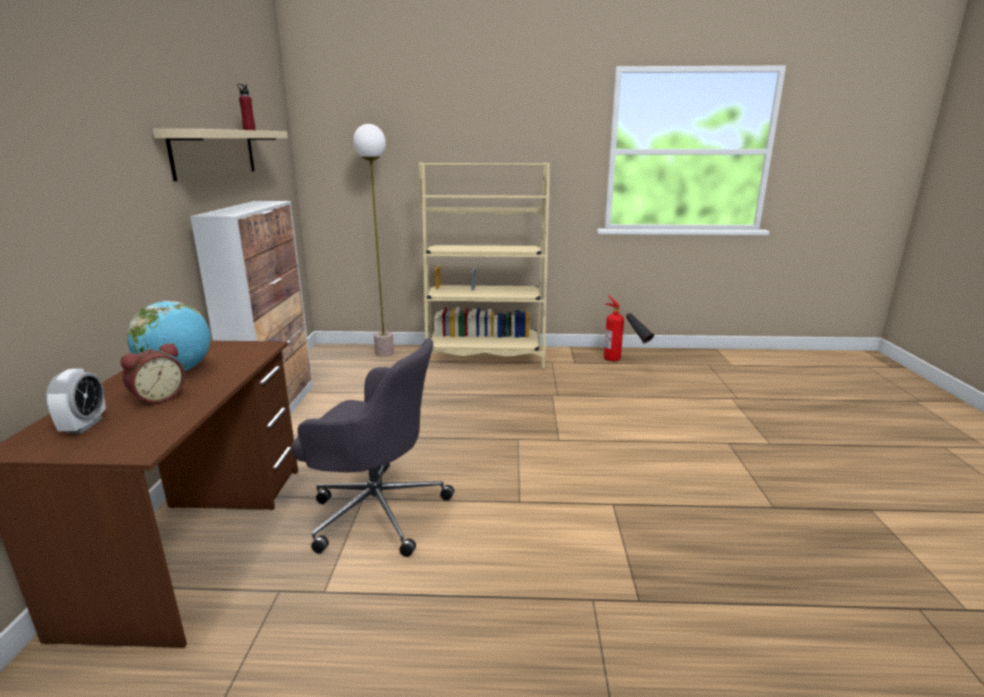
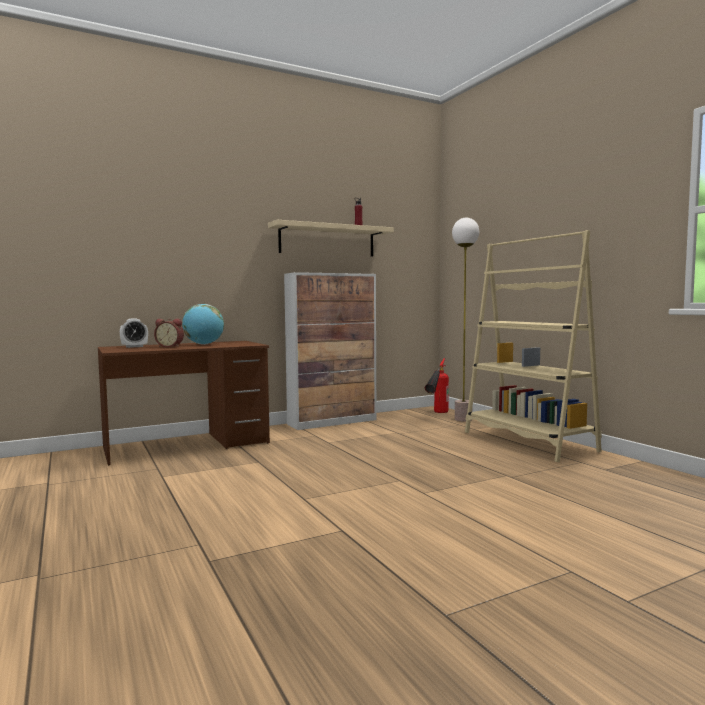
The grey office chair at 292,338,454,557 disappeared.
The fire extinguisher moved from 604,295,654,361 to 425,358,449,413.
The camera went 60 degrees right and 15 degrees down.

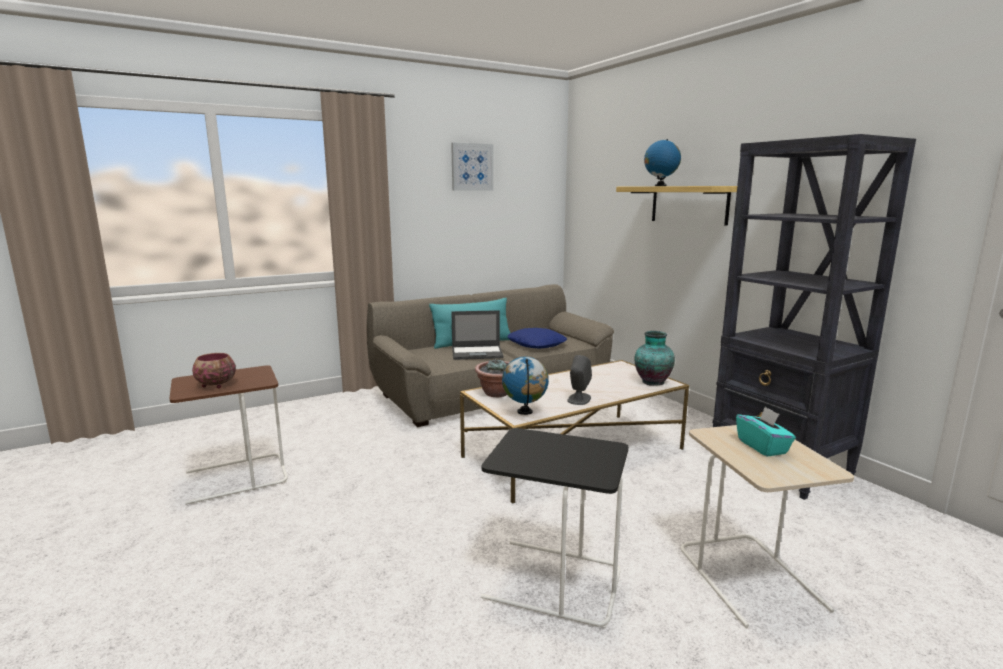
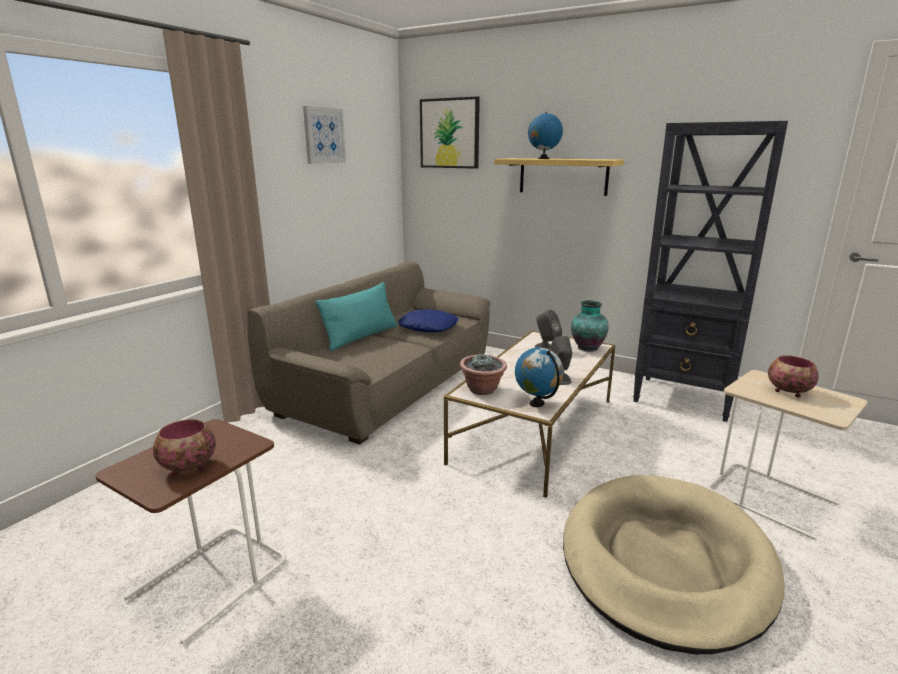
The laptop at 451,310,504,360 disappeared.
The black side table at 481,428,628,628 was replaced by the beige dog bed at 563,475,785,654.
The turquoise tissue box at 736,406,796,457 was replaced by the bowl at 768,355,819,397.
The picture at 420,96,480,169 appeared.
The grey speaker at 535,310,562,350 appeared.
The camera went 30 degrees left and 5 degrees up.

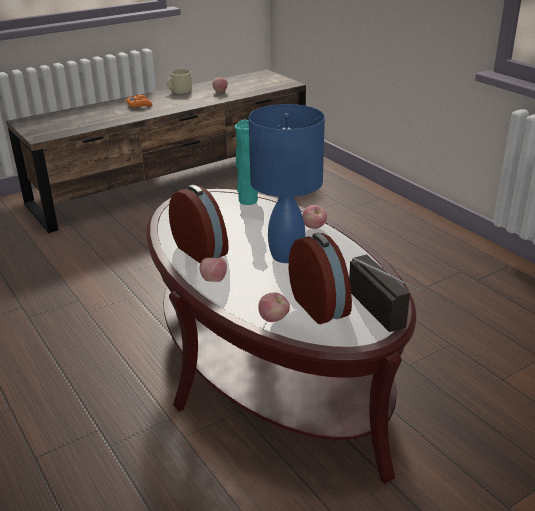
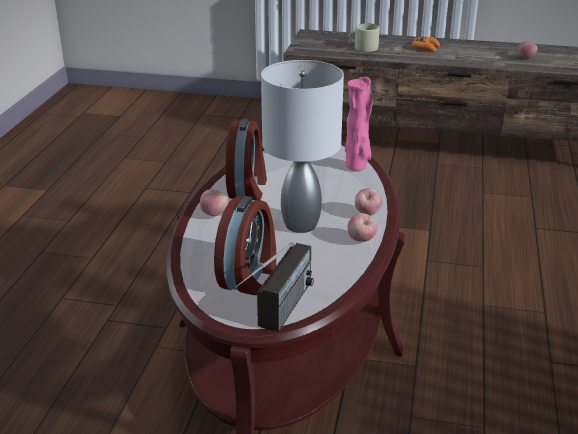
The beige mug moved from 167,69,192,93 to 349,23,380,52.
The turquoise vase at 235,119,258,205 became the pink vase at 345,77,373,171.
The blue table lamp at 249,104,325,263 became the grey table lamp at 261,60,344,233.
The apple moved from 258,292,290,322 to 347,213,377,242.
The camera went 45 degrees right and 0 degrees up.

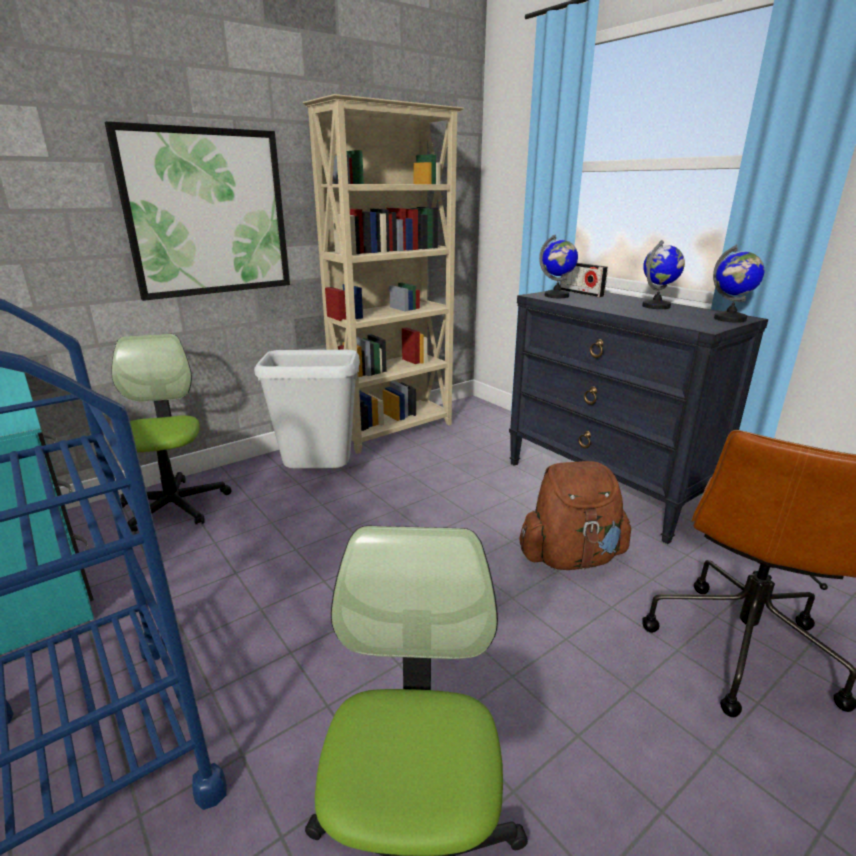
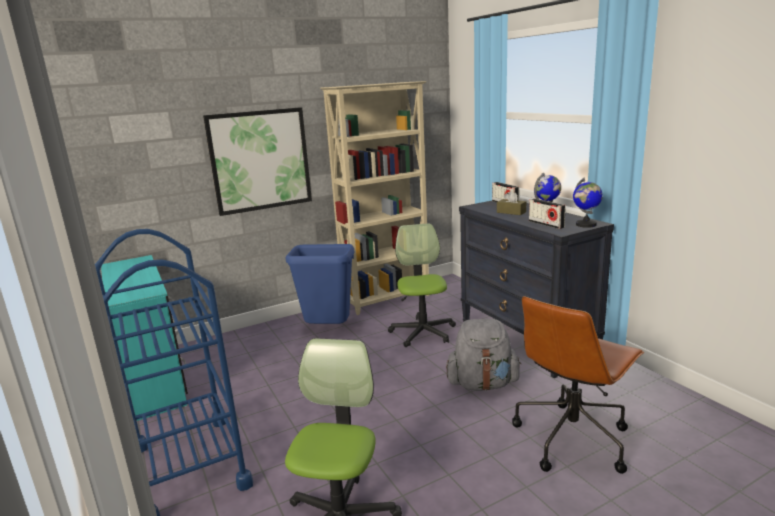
The office chair moved from 112,334,232,532 to 388,223,456,347.
The grey trash can at 254,350,360,469 became the blue trash can at 285,244,355,324.
The brown backpack at 519,461,631,570 became the grey backpack at 446,319,522,391.
The globe at 539,235,578,298 disappeared.
The brown tissue box at 497,191,526,215 appeared.
The radio at 529,199,566,229 appeared.
The camera went 10 degrees right and 5 degrees down.

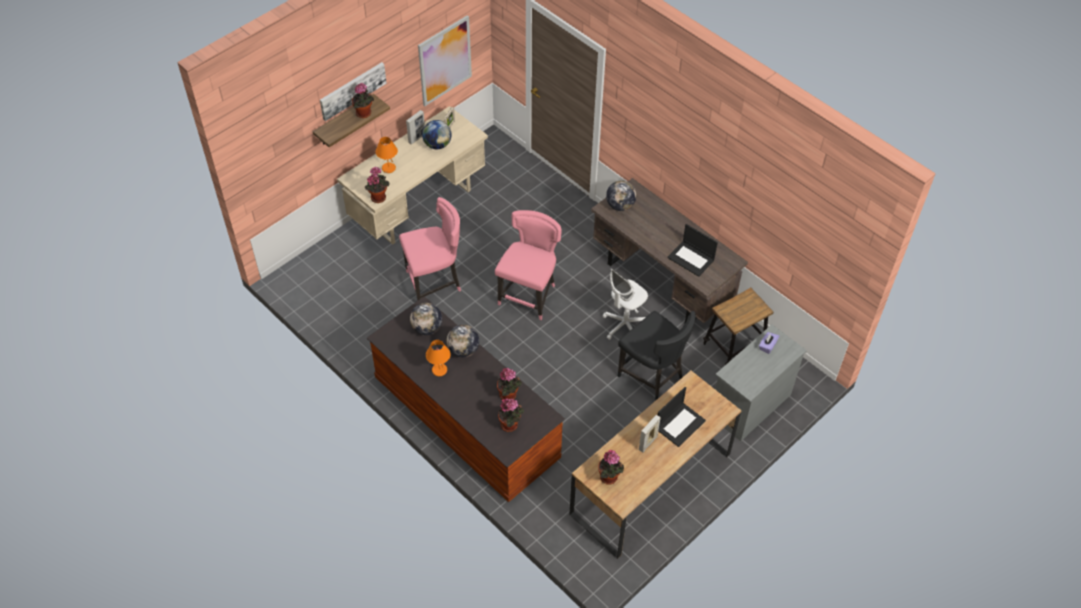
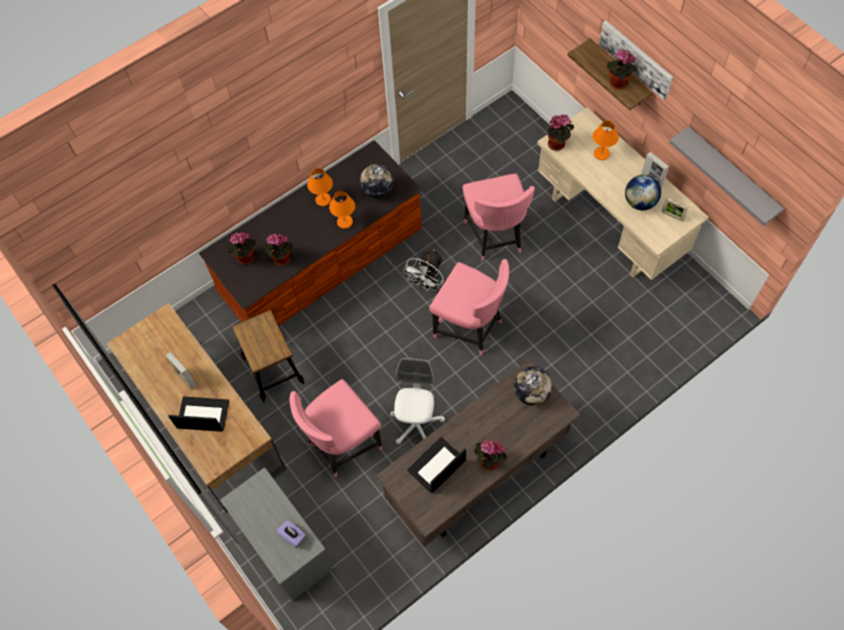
The picture at 418,15,472,106 was replaced by the grey shelf at 669,126,784,226.
The globe at 447,325,479,358 was replaced by the orange table lamp at 329,191,355,229.
The potted plant moved from 598,450,624,484 to 474,441,507,470.
The white office chair at 603,268,648,340 turned 45 degrees clockwise.
The black chair at 618,311,696,400 became the pink chair at 289,379,382,478.
The laptop at 658,387,706,447 turned 135 degrees clockwise.
The stool moved from 703,288,773,365 to 232,310,304,402.
The white fan at 403,250,444,293 appeared.
The camera went 100 degrees right and 10 degrees up.

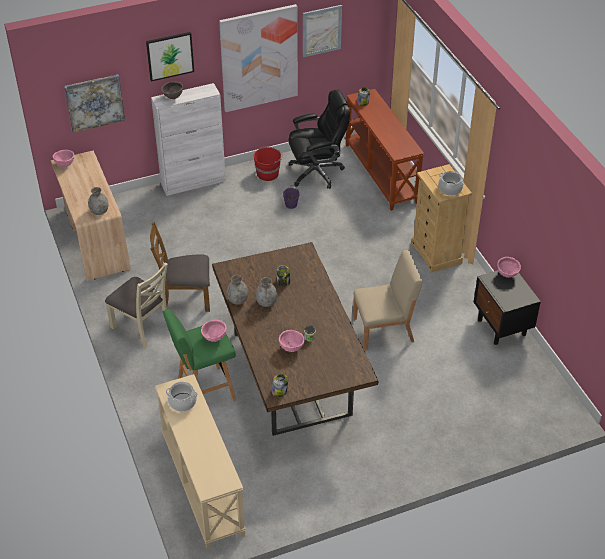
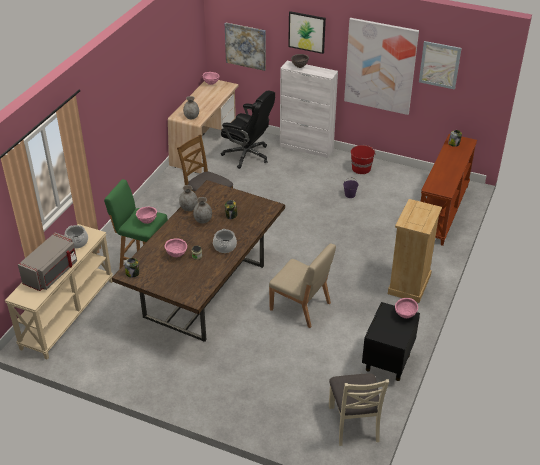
The beige chair moved from 105,262,168,348 to 329,373,389,446.
The black office chair moved from 289,90,350,189 to 221,90,275,169.
The cooking pot moved from 438,171,464,196 to 213,229,237,253.
The grey microwave at 18,232,77,291 appeared.
The camera went 45 degrees right and 5 degrees down.

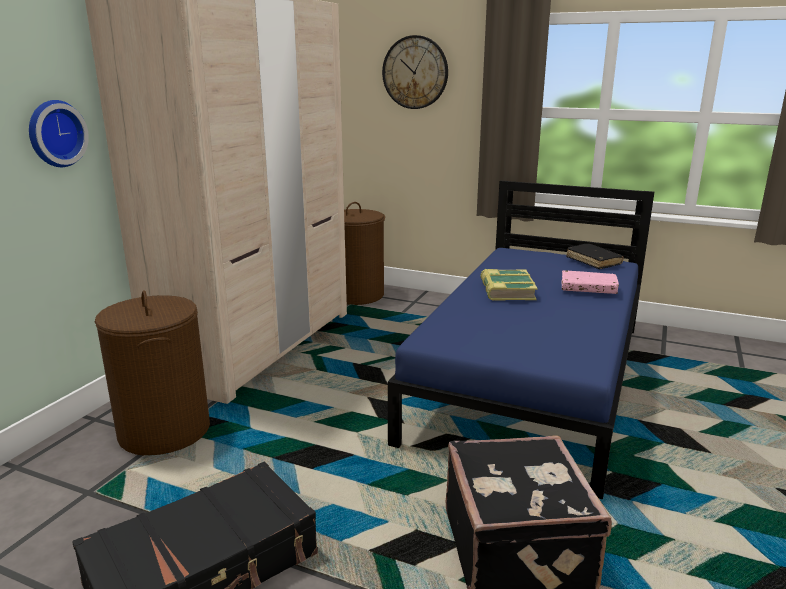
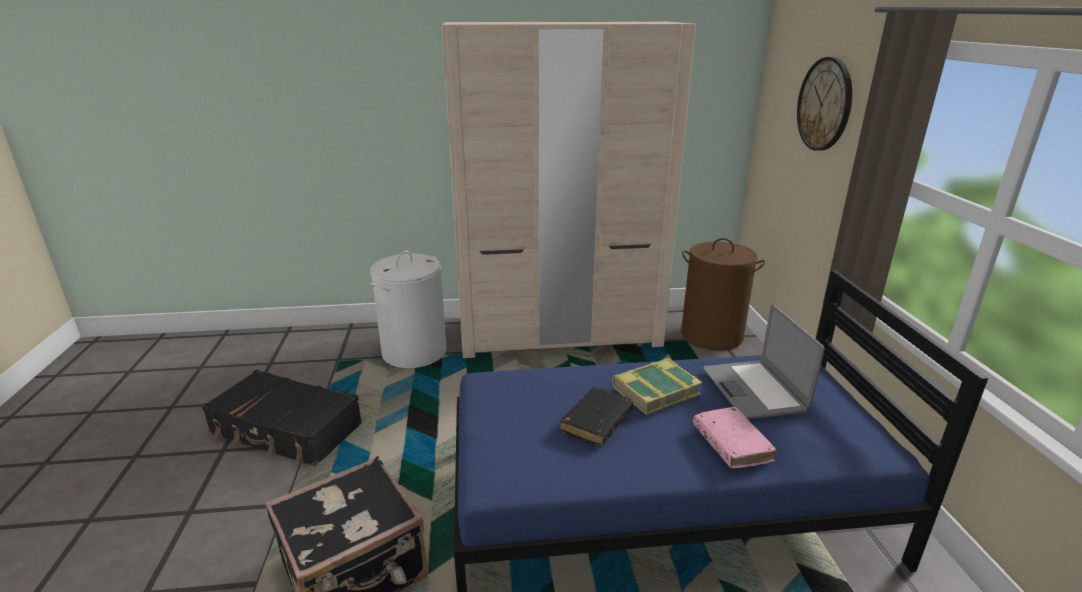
The wall clock at 29,100,89,167 disappeared.
The brown laundry basket at 95,291,210,456 became the white laundry basket at 370,251,447,368.
The black book moved from 566,244,624,269 to 560,387,634,446.
The laptop at 703,305,824,419 appeared.
The camera went 60 degrees right and 5 degrees up.

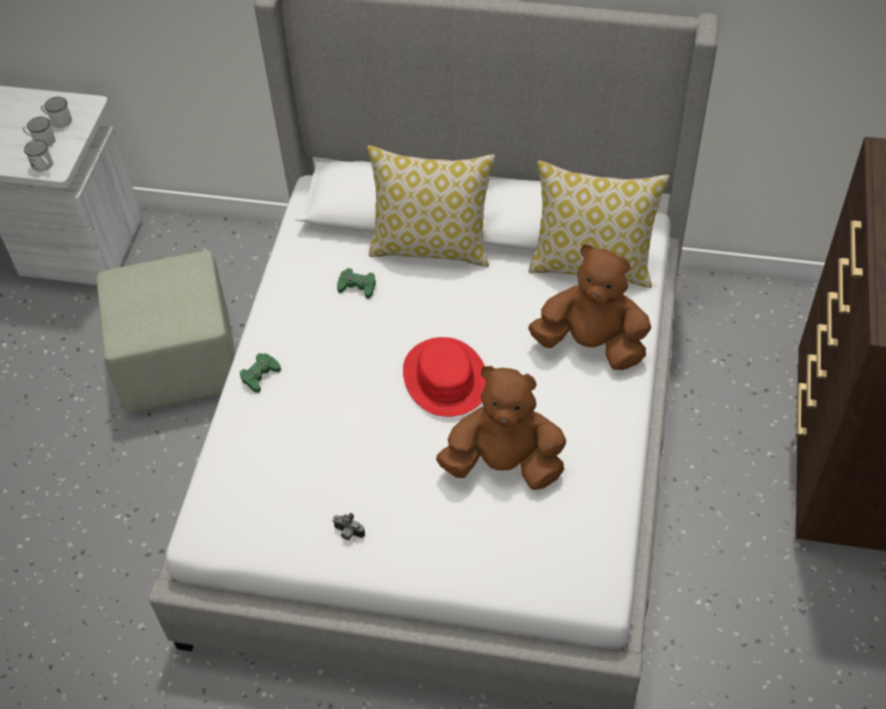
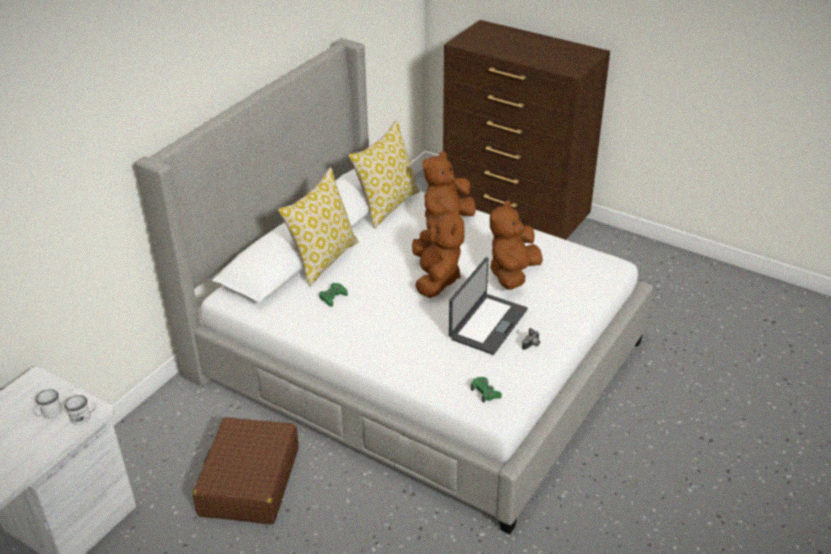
The white mug at 41,97,72,128 disappeared.
The green ottoman at 96,250,235,413 was replaced by the brown suitcase at 193,417,298,525.
The green game controller moved from 240,353,281,393 to 471,377,502,403.
The red hat at 403,337,486,417 was replaced by the brown plush toy at 412,208,465,298.
The laptop at 449,257,528,355 appeared.
The camera went 70 degrees left and 15 degrees down.

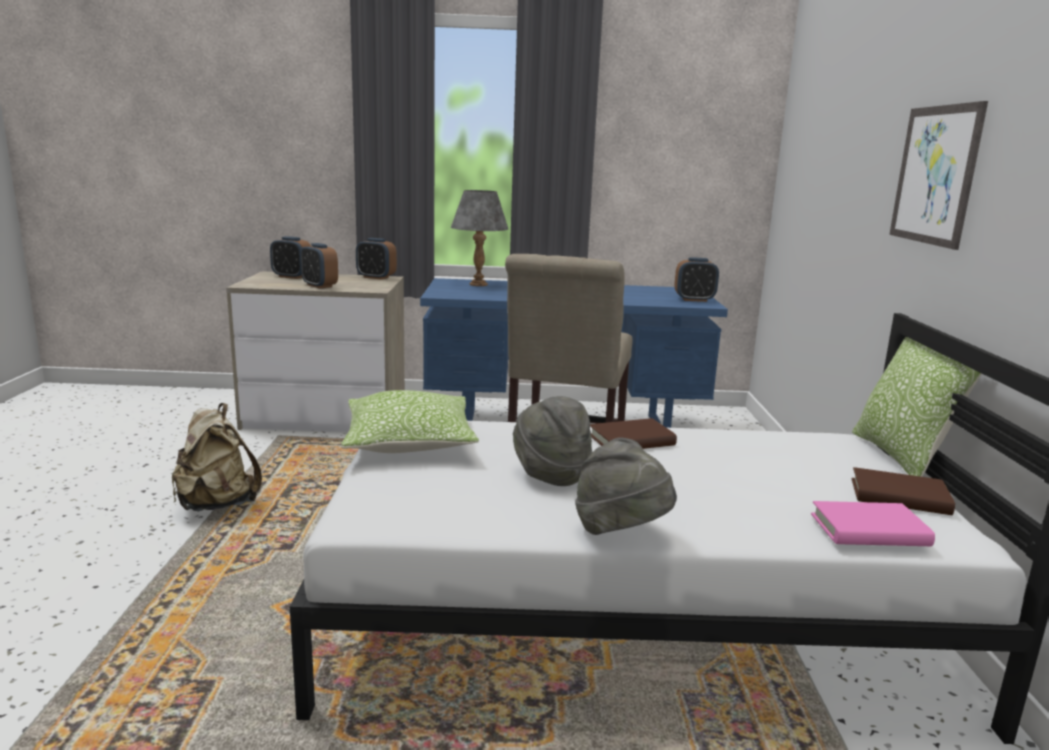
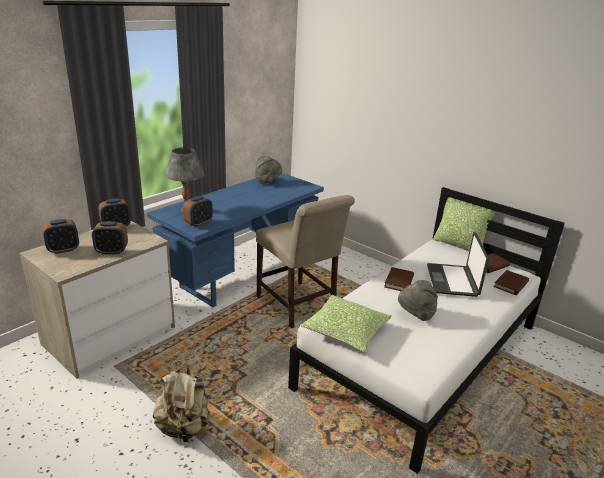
The grey hat moved from 575,438,677,535 to 255,156,282,184.
The alarm clock moved from 674,258,719,302 to 183,196,213,227.
The pink book at 811,501,935,546 became the brown book at 493,270,529,295.
The picture at 889,101,988,250 disappeared.
The laptop at 427,232,489,297 appeared.
The camera went 50 degrees left and 10 degrees up.

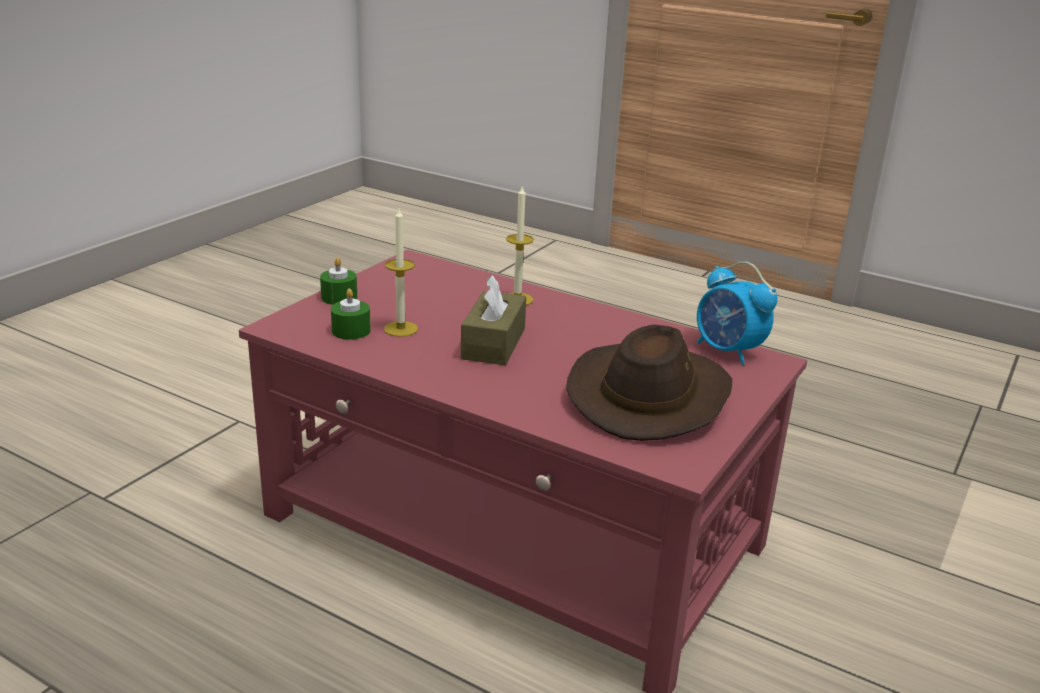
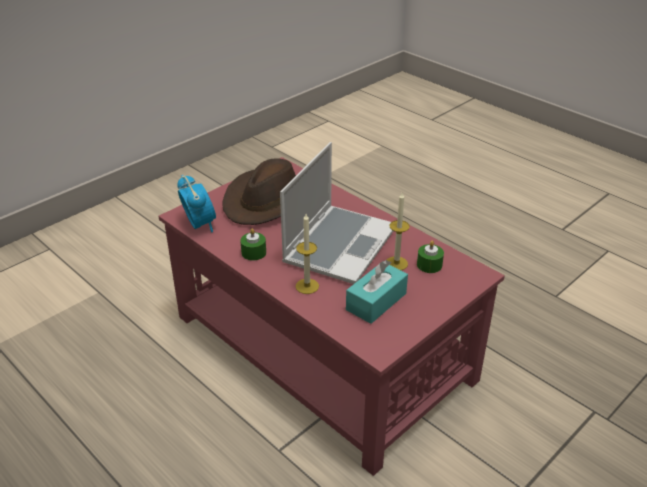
The green candle moved from 320,257,357,305 to 240,228,266,261.
The brown tissue box at 461,275,526,365 was replaced by the laptop at 280,142,393,284.
The turquoise tissue box at 346,260,408,324 appeared.
The camera went 165 degrees left and 10 degrees up.

